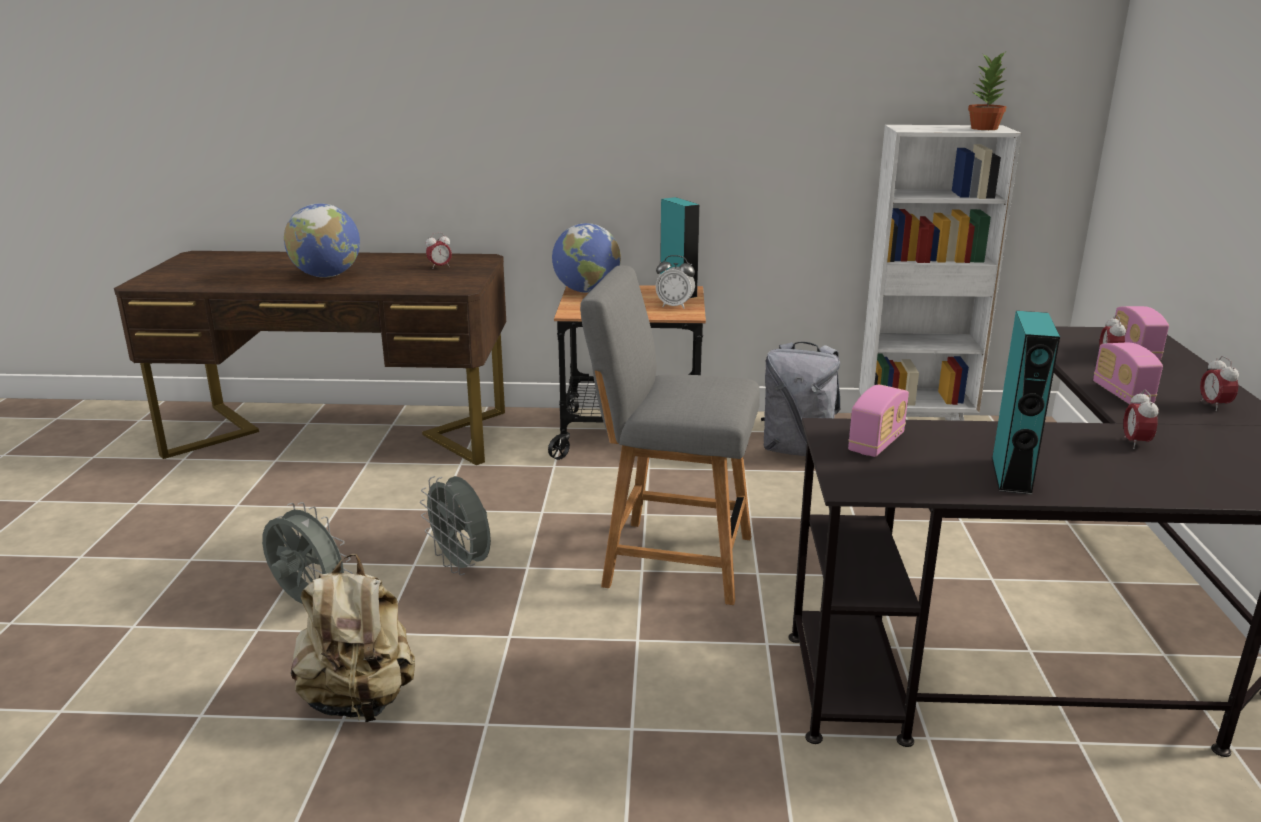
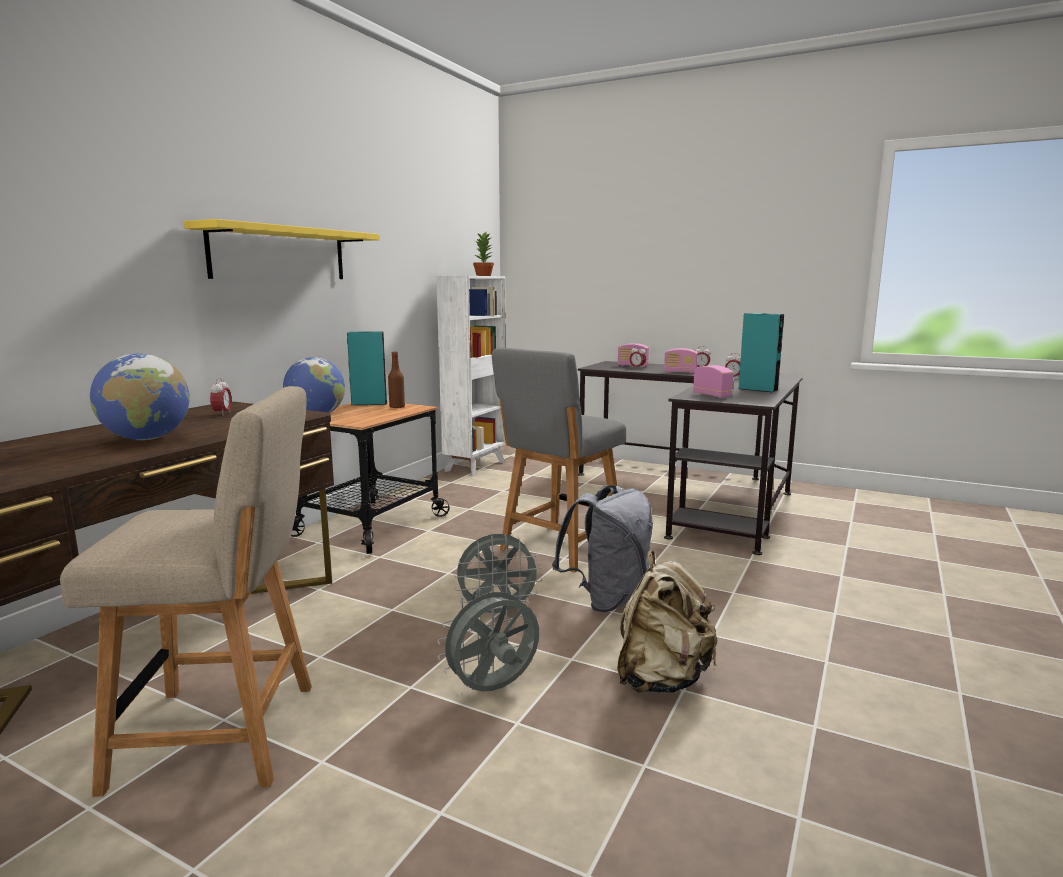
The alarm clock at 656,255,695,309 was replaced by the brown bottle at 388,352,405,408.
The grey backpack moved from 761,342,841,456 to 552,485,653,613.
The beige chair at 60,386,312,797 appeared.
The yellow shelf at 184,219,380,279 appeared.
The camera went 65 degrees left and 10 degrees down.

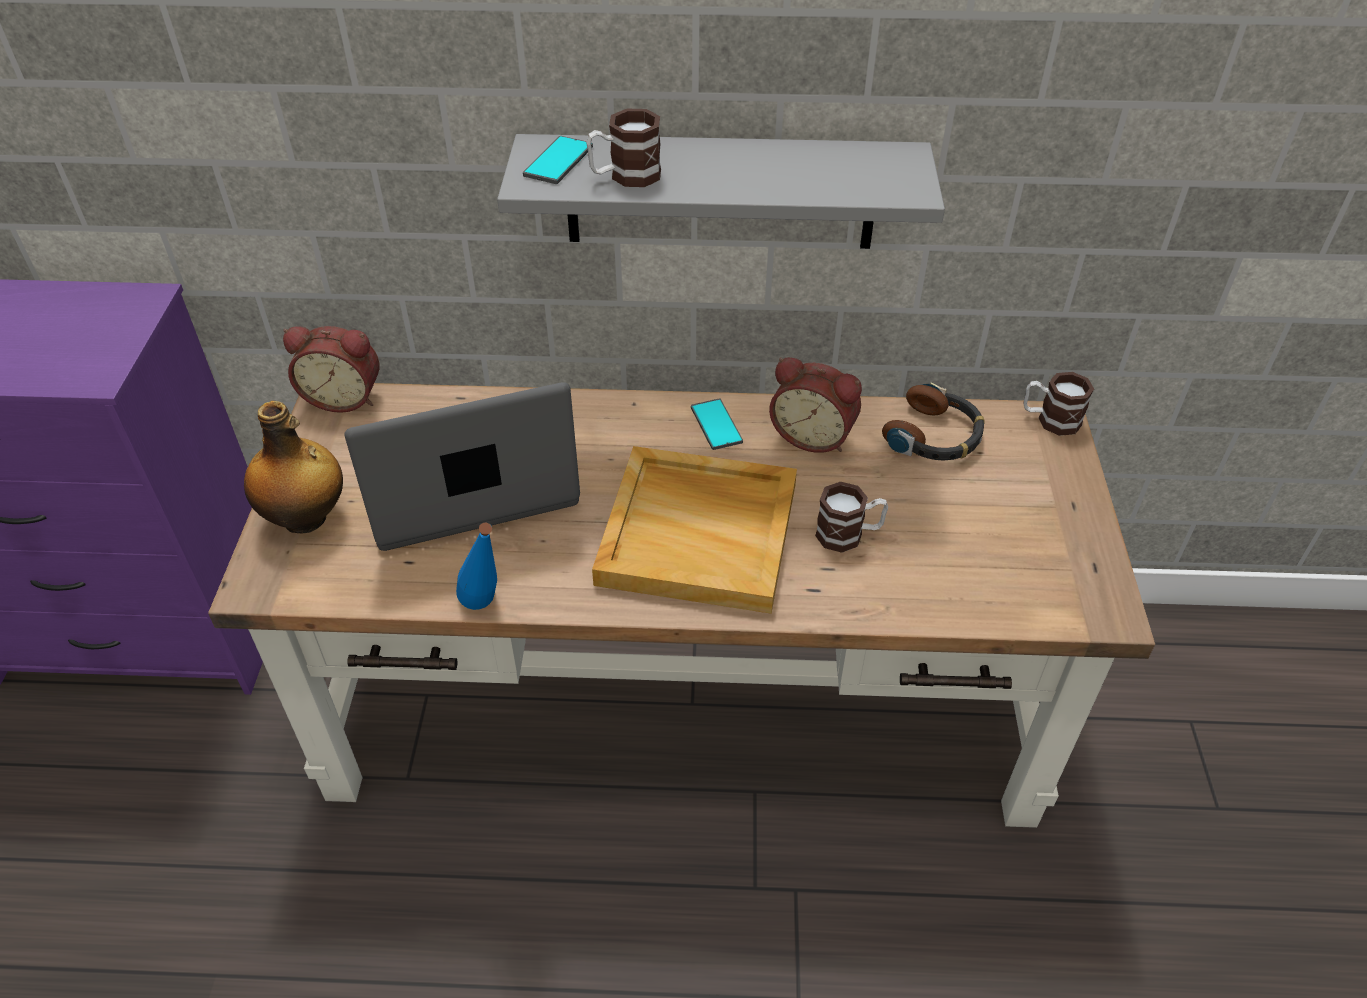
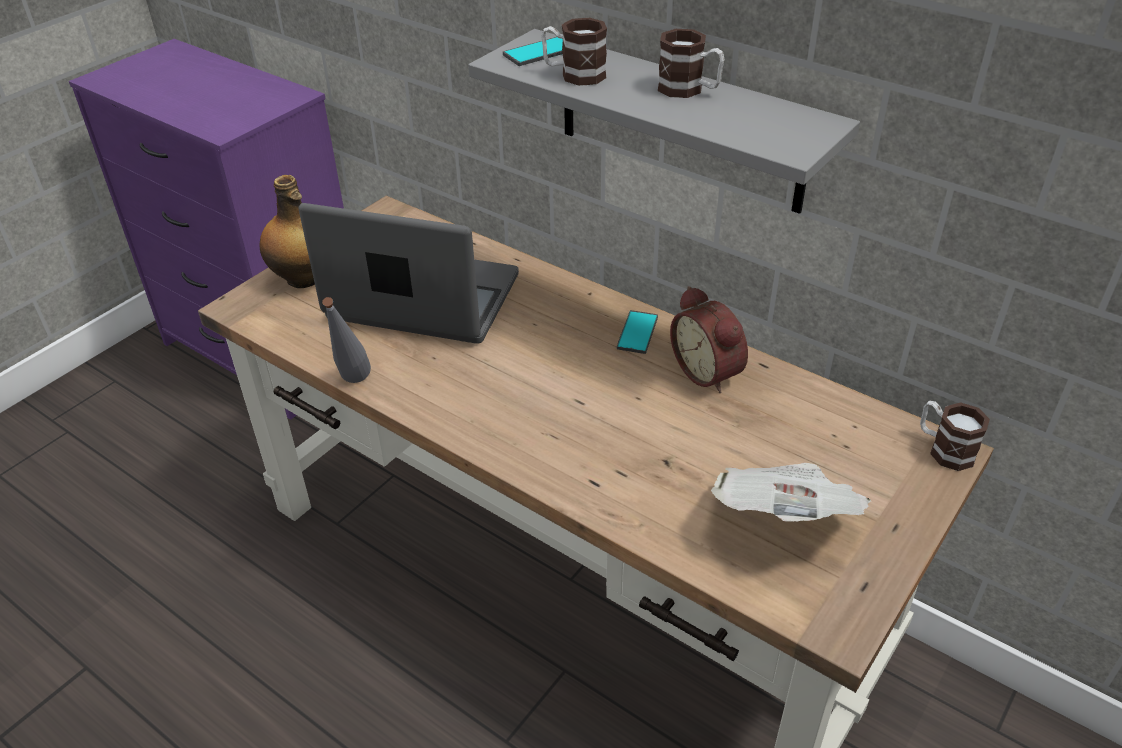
The alarm clock at 283,326,379,413 disappeared.
The blue bottle at 456,523,497,610 became the grey bottle at 322,297,371,383.
The beige tray at 592,446,797,614 disappeared.
The mug moved from 815,482,888,553 to 658,29,725,98.
The headphones at 882,382,985,461 disappeared.
The newspaper at 711,463,871,522 appeared.
The camera went 35 degrees right and 5 degrees down.

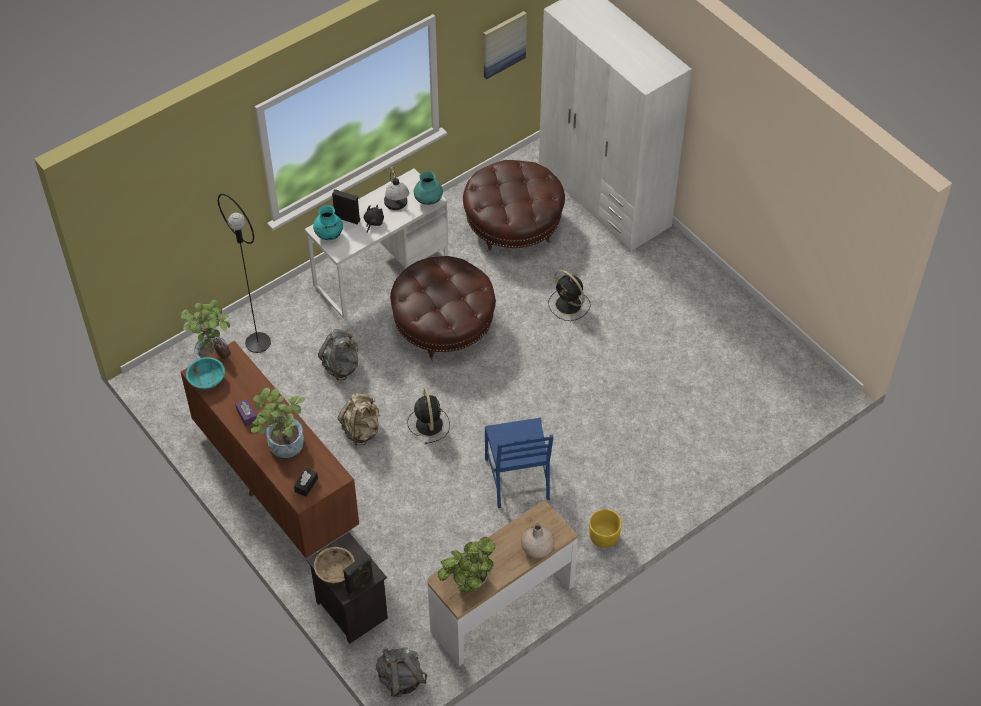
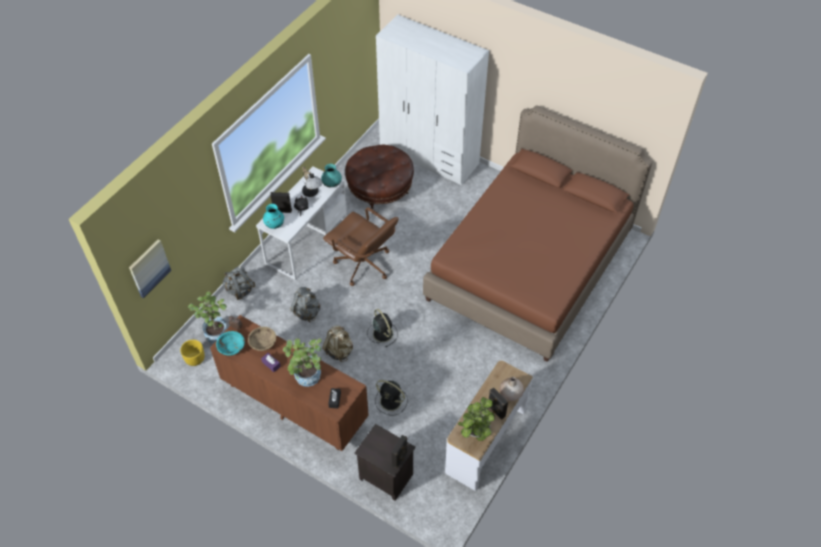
The black floor lamp at 218,194,271,353 disappeared.
The beige bowl moved from 314,547,355,583 to 248,327,276,351.
The grey backpack moved from 376,648,427,697 to 222,266,255,300.
The brown ottoman at 390,256,496,361 was replaced by the brown office chair at 323,207,399,286.
The picture moved from 484,11,527,79 to 129,239,171,298.
The blue chair at 485,418,553,508 disappeared.
The black fan moved from 549,270,591,321 to 375,380,408,416.
The yellow planter moved from 589,509,622,548 to 180,340,205,366.
The brown bed at 423,105,653,362 appeared.
The black speaker at 489,387,508,419 appeared.
The camera went 20 degrees left and 0 degrees up.

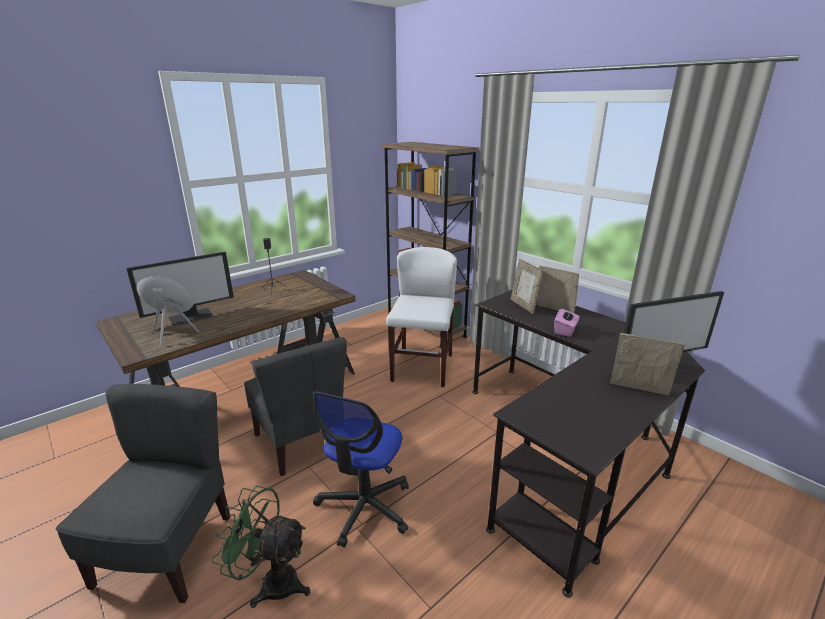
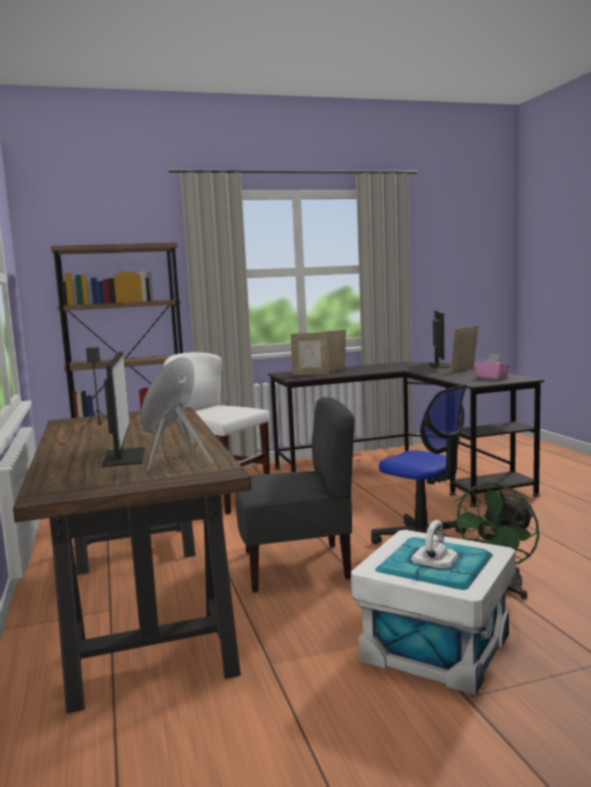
The grey chair at 56,384,230,603 was replaced by the white storage box at 351,520,516,695.
The pink tissue box moved from 554,309,579,337 to 475,354,510,379.
The camera went 65 degrees left and 15 degrees down.

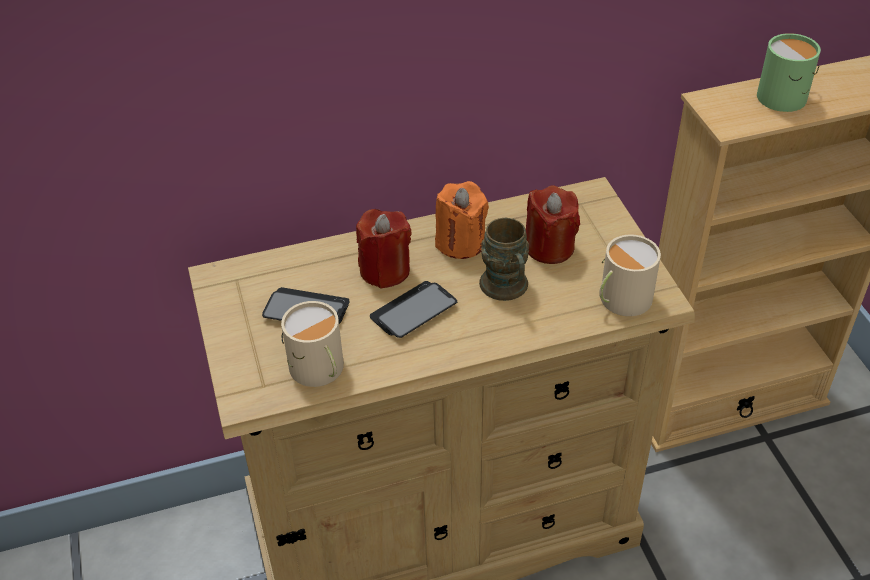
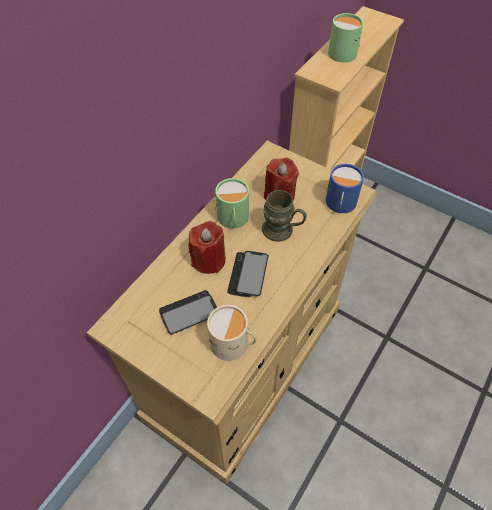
The orange candle at 435,181,489,259 was replaced by the green mug at 215,178,249,229.
The beige mug at 599,234,661,316 became the blue mug at 326,164,364,213.
The camera went 40 degrees left and 10 degrees up.

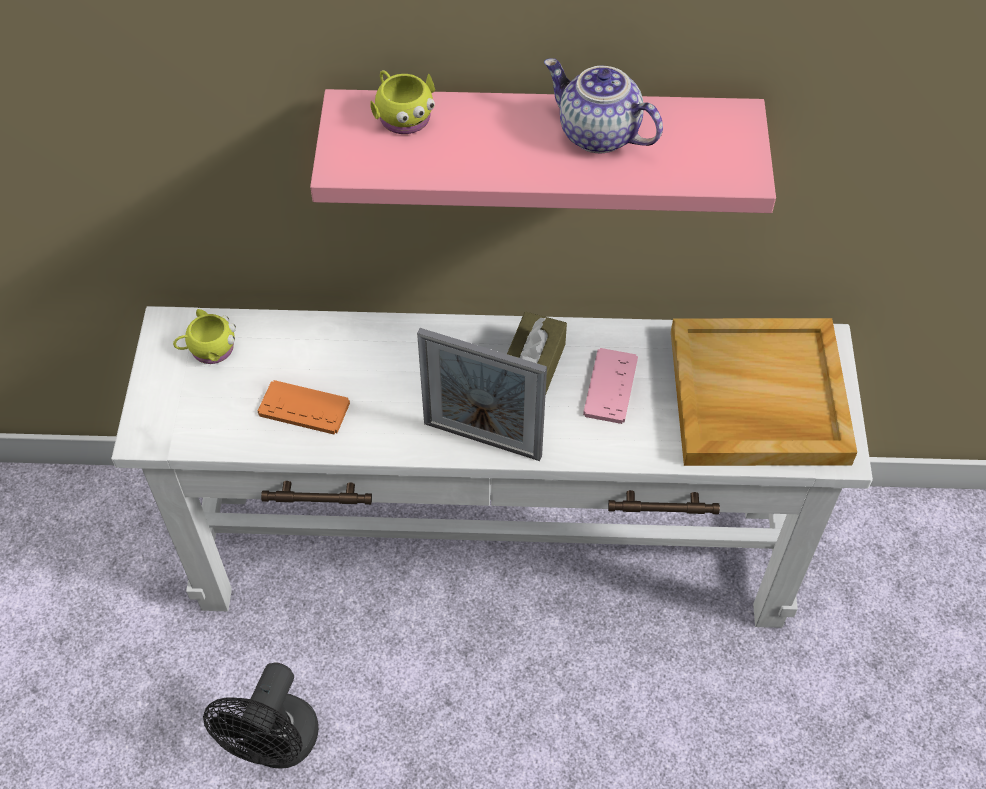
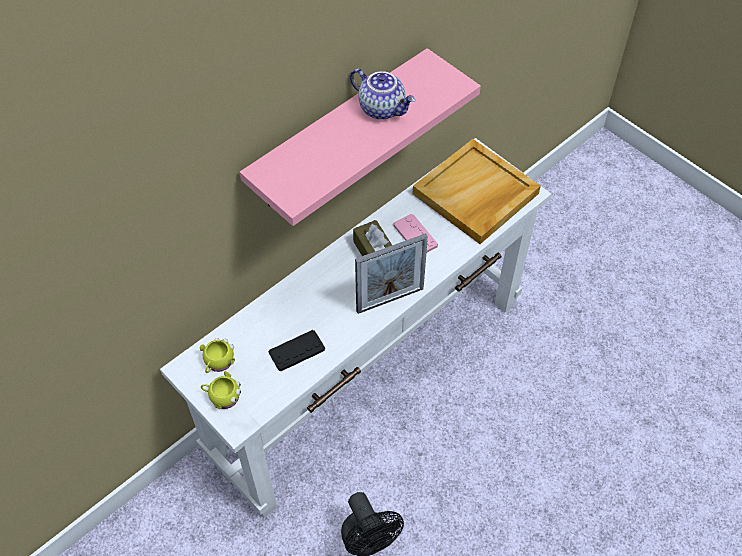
The orange game controller at 258,380,350,435 became the black game controller at 269,330,325,371.
The yellow mug moved from 370,70,435,134 to 201,371,241,409.
The teapot at 544,58,663,153 turned 135 degrees counterclockwise.
The camera went 45 degrees left and 0 degrees up.

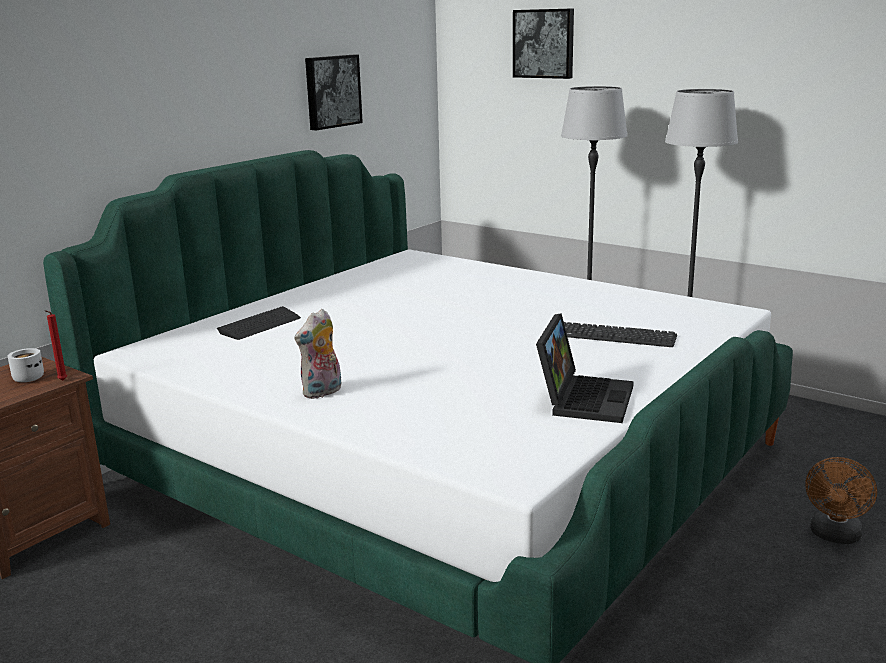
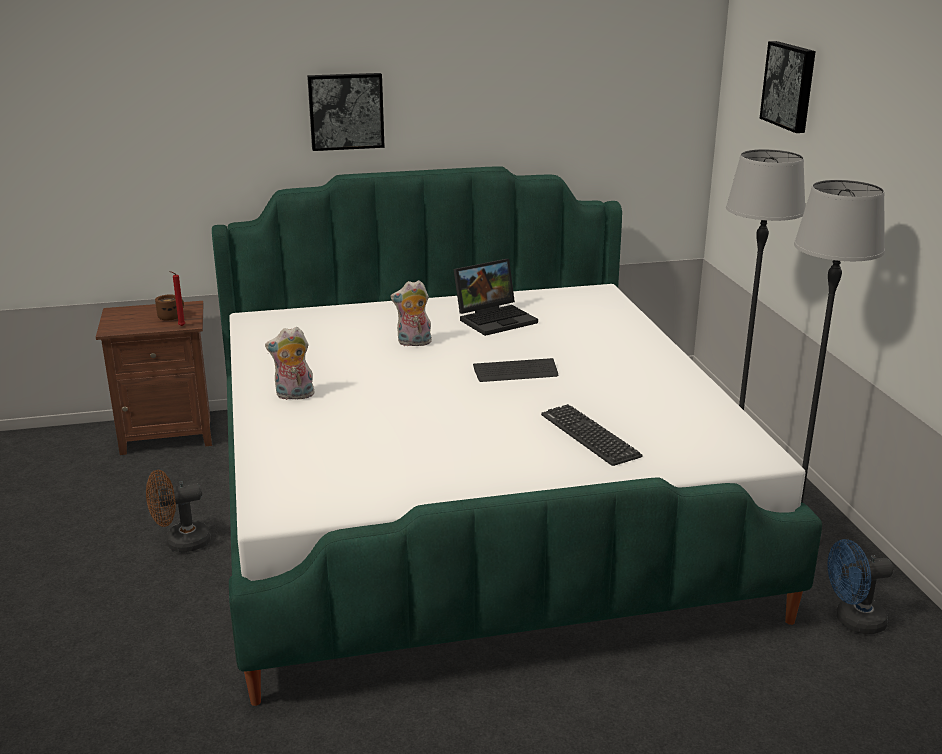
The white mug at 8,348,44,382 became the brown mug at 155,295,184,321.
The keyboard moved from 217,306,301,340 to 473,358,558,382.
The picture moved from 305,55,363,131 to 307,73,385,151.
The laptop moved from 536,313,634,423 to 454,259,538,336.
The brown fan moved from 805,457,877,544 to 146,470,210,552.
The plush toy at 391,280,432,346 appeared.
The blue fan at 828,539,894,634 appeared.
The camera went 40 degrees right and 5 degrees up.

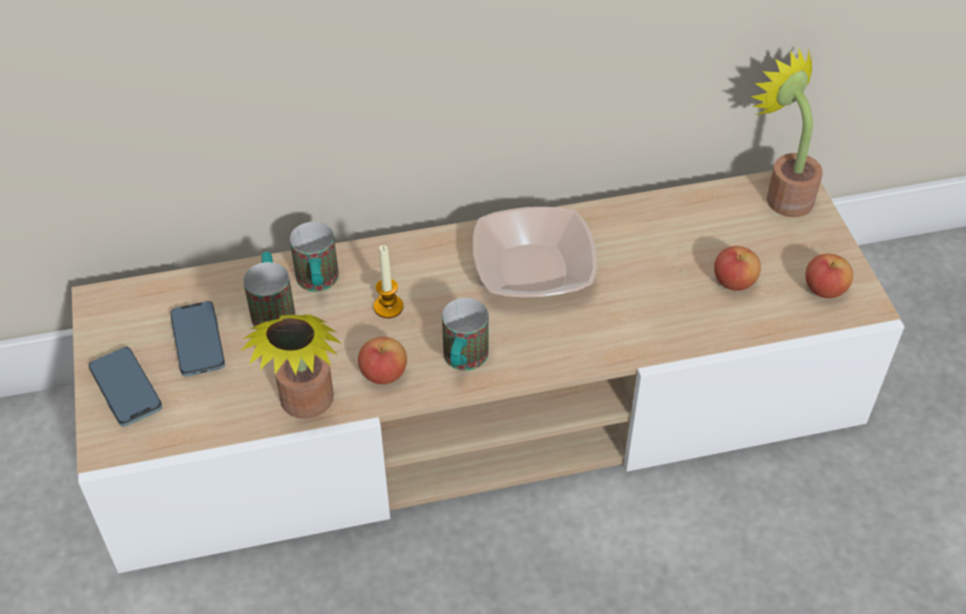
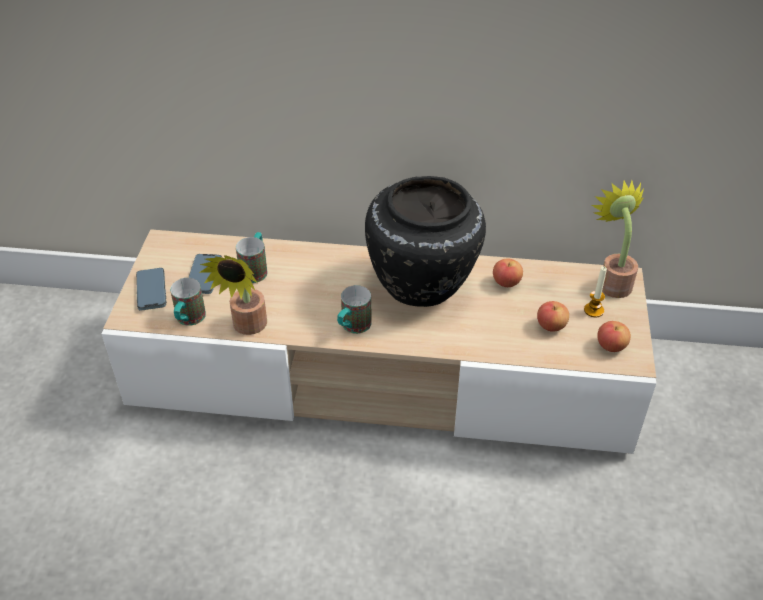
The mug moved from 290,222,339,292 to 170,278,206,326.
The apple moved from 358,337,407,384 to 493,259,523,287.
The candle moved from 374,245,403,318 to 584,266,607,317.
The bowl at 473,207,597,297 was replaced by the black vase at 365,176,486,307.
The camera went 20 degrees right and 5 degrees down.

